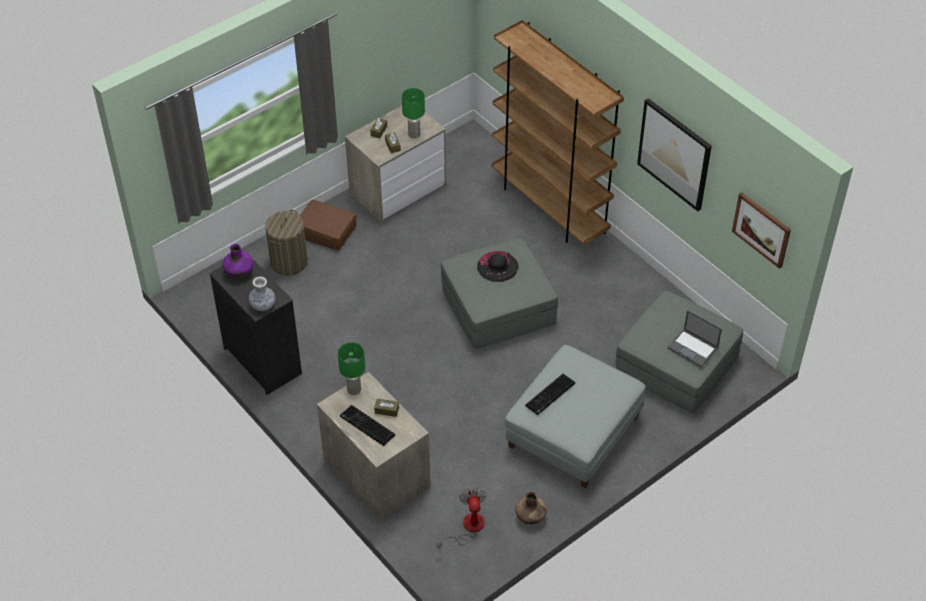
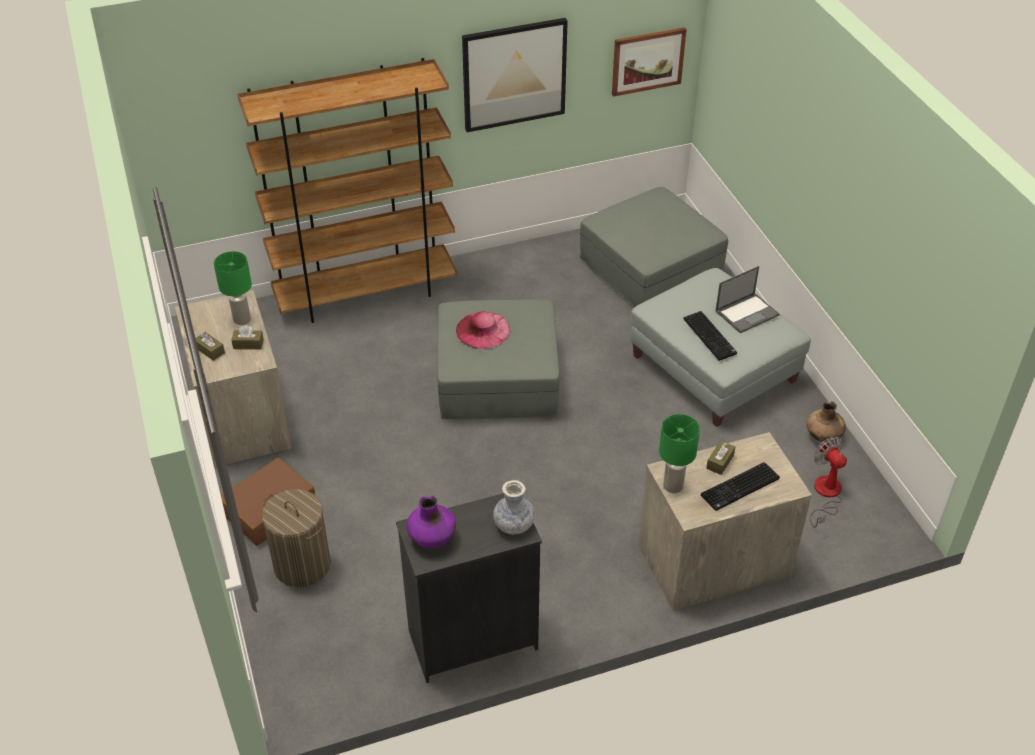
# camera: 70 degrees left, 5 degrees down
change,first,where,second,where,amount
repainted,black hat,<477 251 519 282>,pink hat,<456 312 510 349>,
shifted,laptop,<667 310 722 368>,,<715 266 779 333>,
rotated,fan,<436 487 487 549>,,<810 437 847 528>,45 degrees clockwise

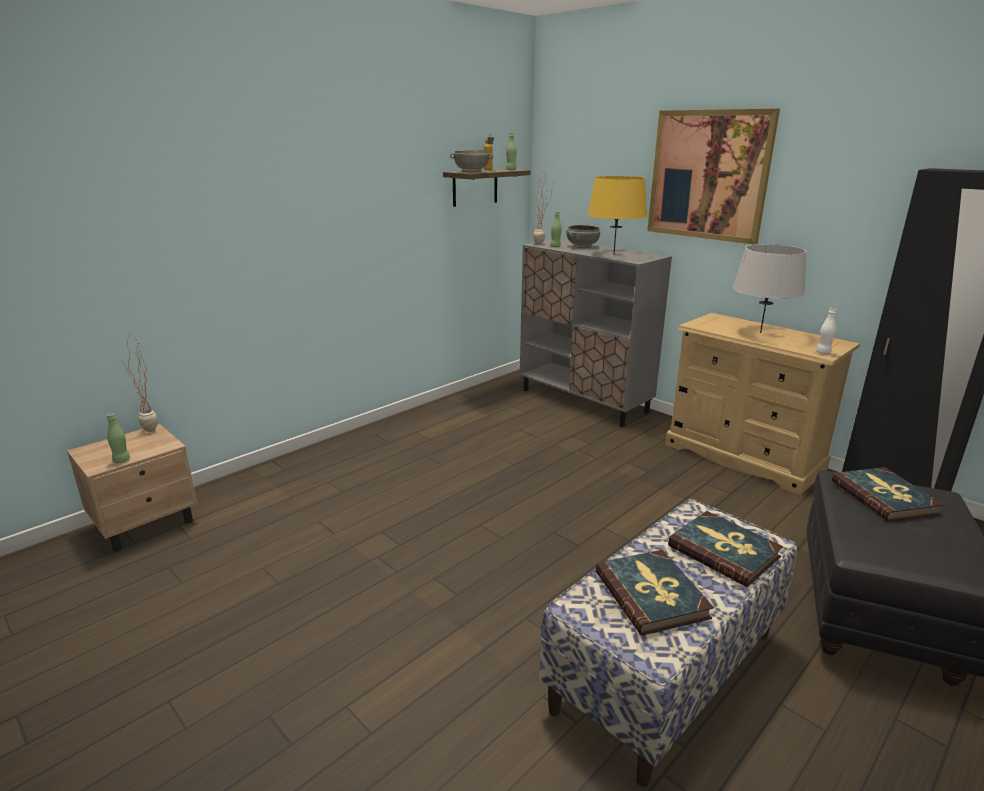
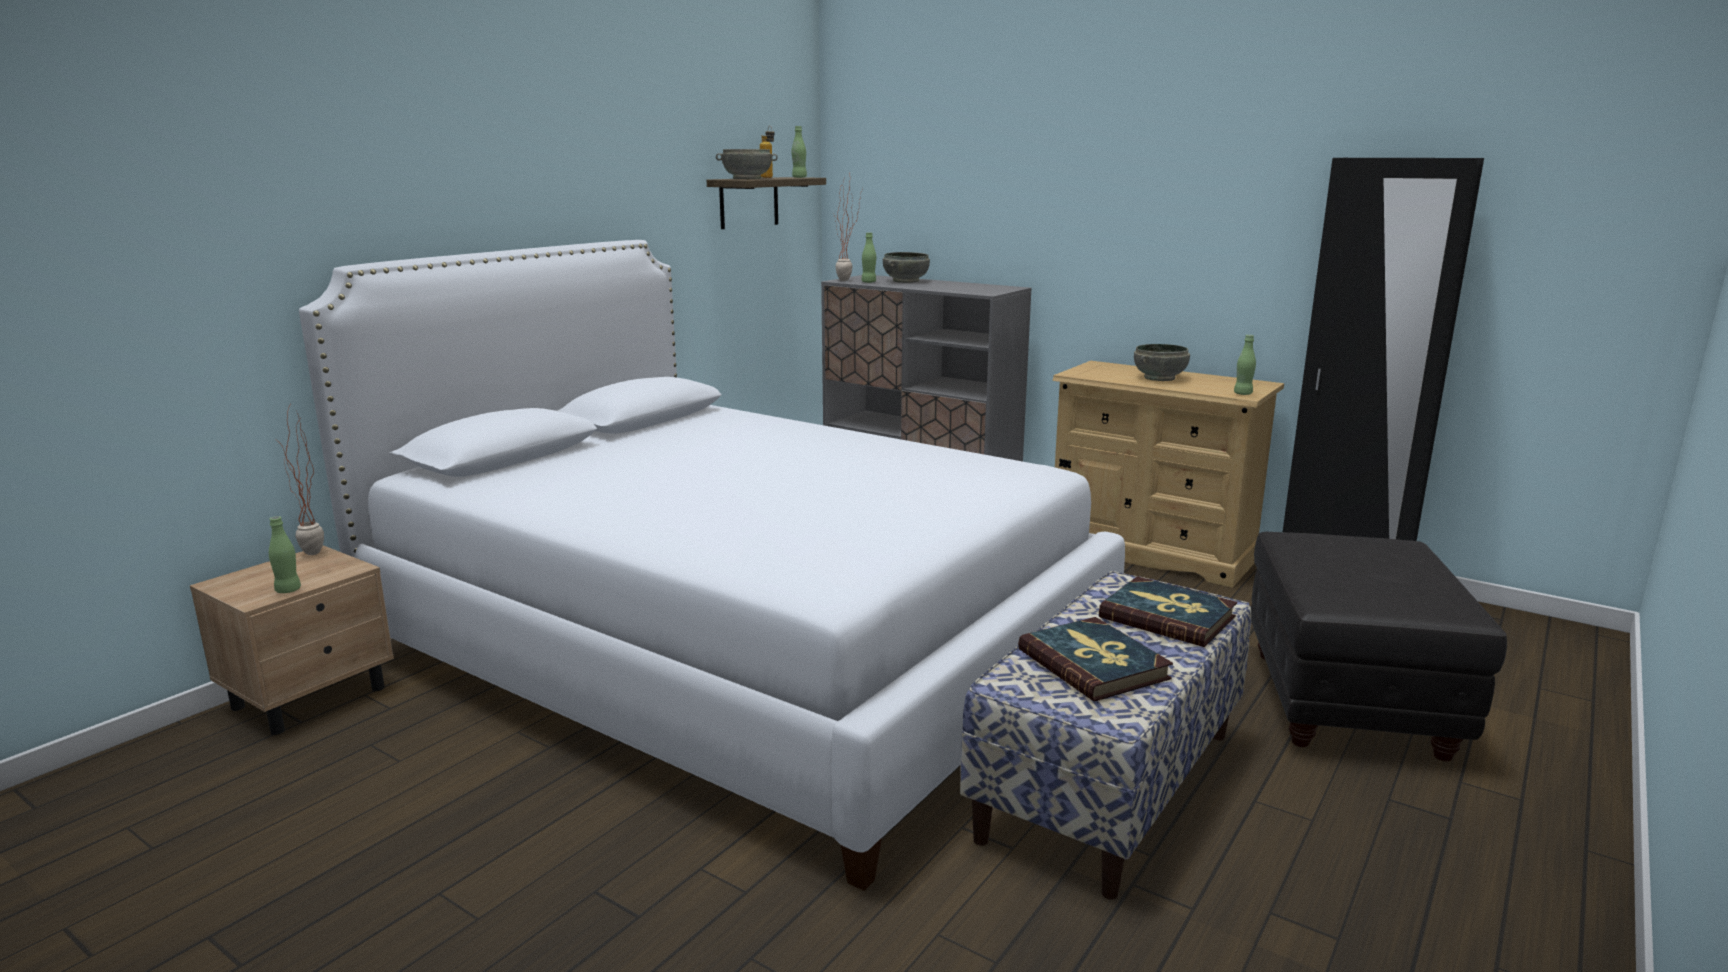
# camera: 10 degrees left, 5 degrees down
change,first,where,second,where,amount
gone,picture,<647 109 780 245>,,,
gone,yellow table lamp,<587 176 647 255>,,,
swapped,grey table lamp,<733 244 807 333>,grey bowl,<1134 344 1190 381>,
repainted,white bottle,<816 308 836 354>,green bottle,<1234 335 1256 395>,
gone,book,<832 467 944 522>,,,
new,,,white bed,<299 240 1125 891>,

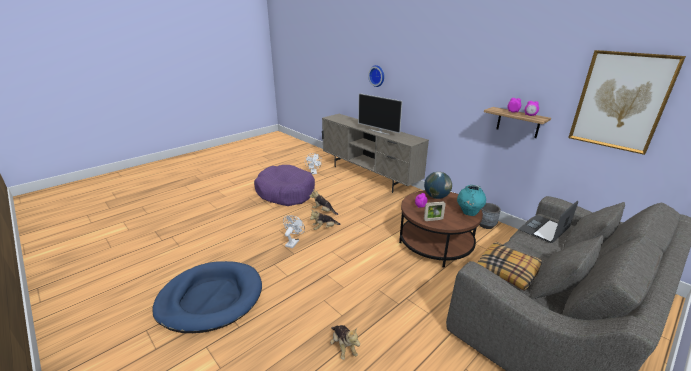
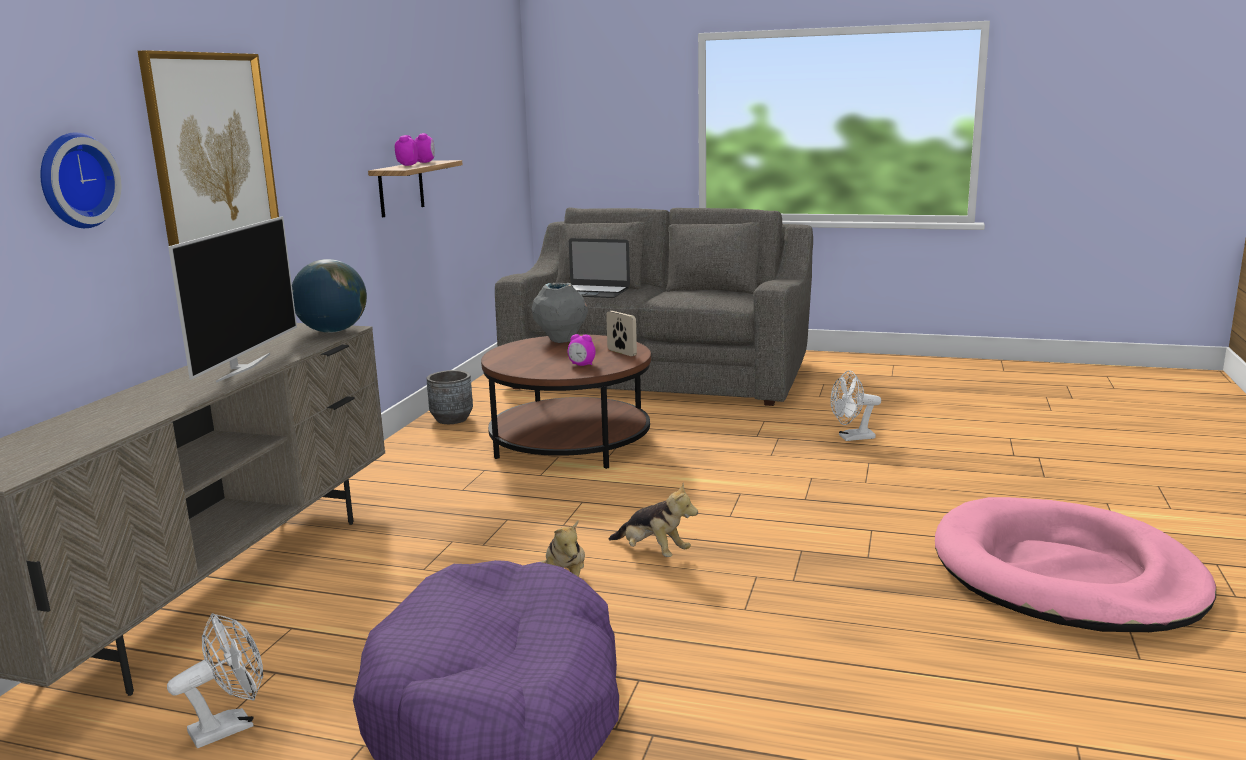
# camera: 120 degrees left, 10 degrees down
change,first,where,second,where,amount
shifted,picture,<568 50 686 155>,,<138 50 279 246>,
shifted,globe,<424 172 452 199>,,<292 259 367 333>,
repainted,turquoise vase,<457 185 486 216>,grey vase,<532 283 588 343>,
shifted,white fan,<283 215 305 248>,,<831 371 881 441>,
gone,pillow,<477 242 542 291>,,,
repainted,blue dog bed,<152 261 262 333>,pink dog bed,<935 497 1216 632>,
gone,plush toy,<330 325 360 360>,,,

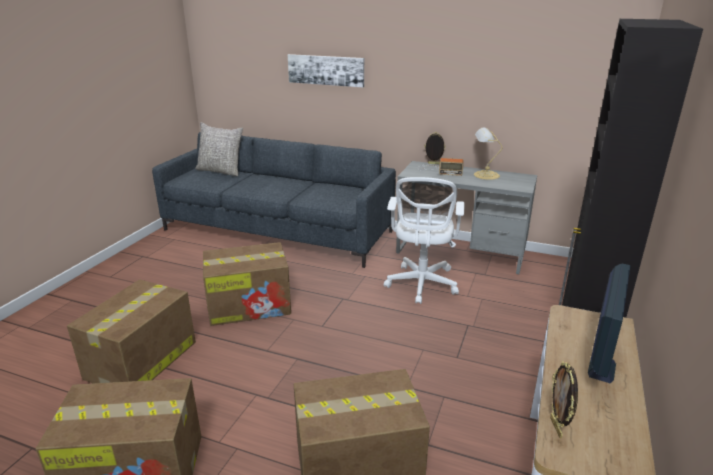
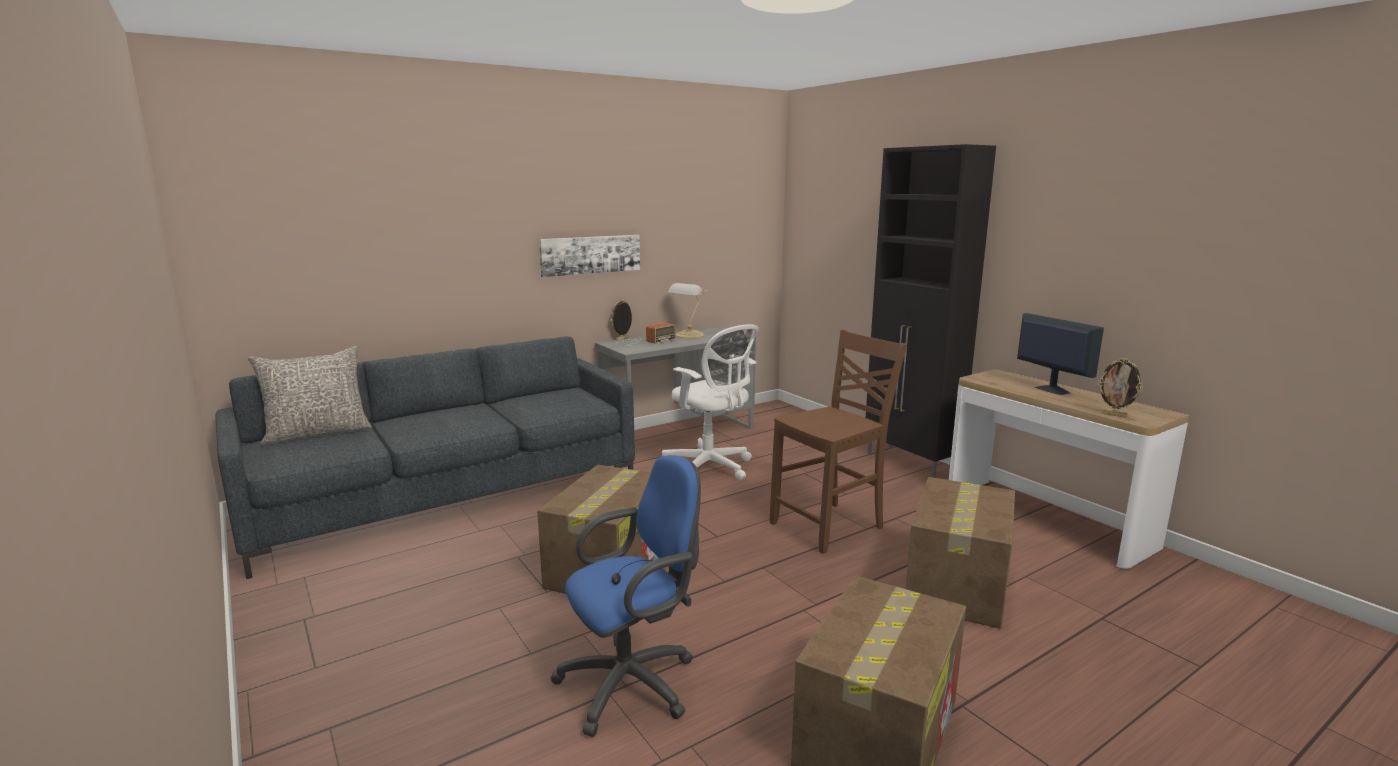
# camera: 55 degrees left, 10 degrees down
change,first,where,second,where,amount
shifted,picture,<288 54 364 87>,,<539 235 640 277>,
swapped,cardboard box,<67 280 196 384>,blue office chair,<550 455 701 737>,
new,,,brown chair,<770 330 907 554>,

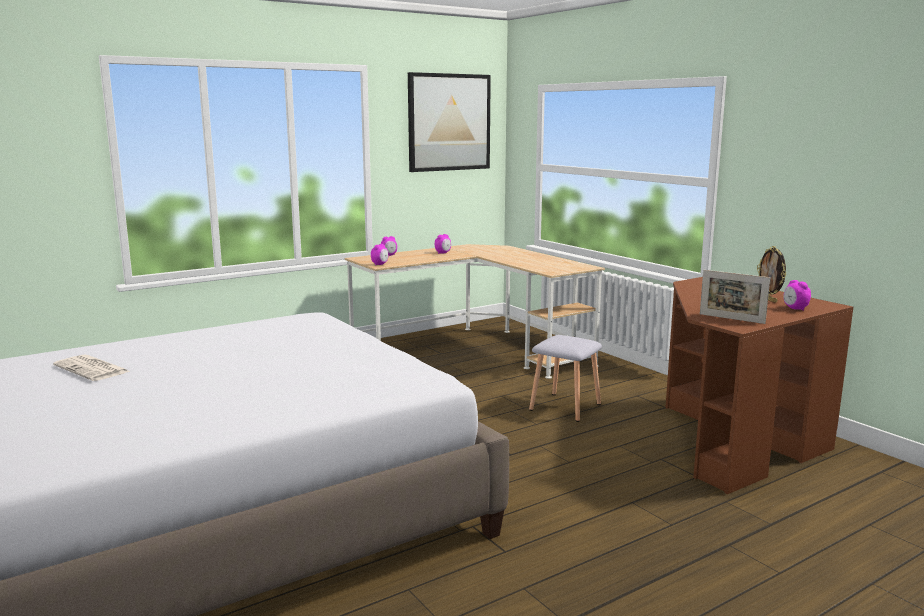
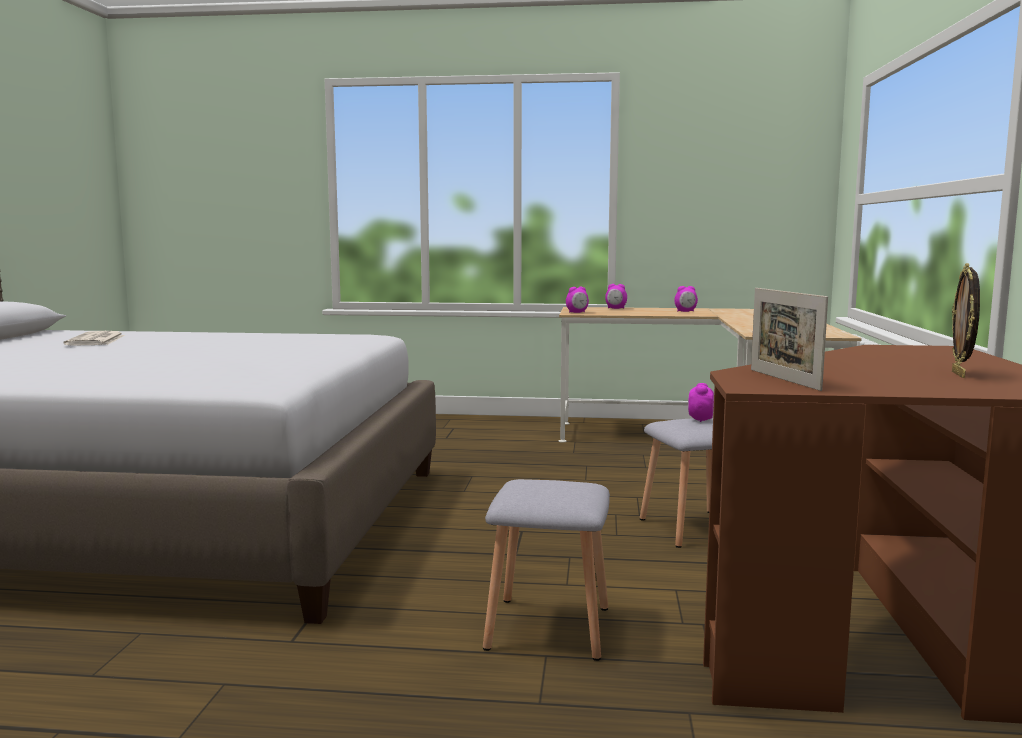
# camera: 40 degrees right, 5 degrees down
change,first,where,second,where,amount
gone,picture,<408 72 491 172>,,,
shifted,alarm clock,<783 280 811 311>,,<688 383 714 422>,
new,,,grey stool,<483 479 610 661>,

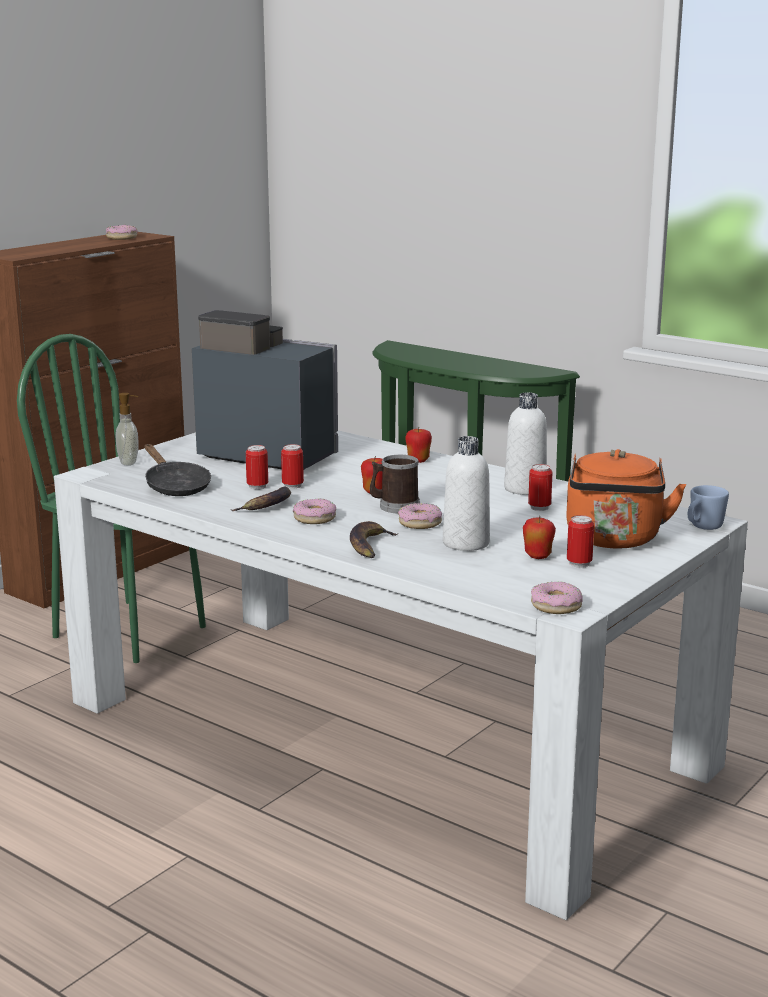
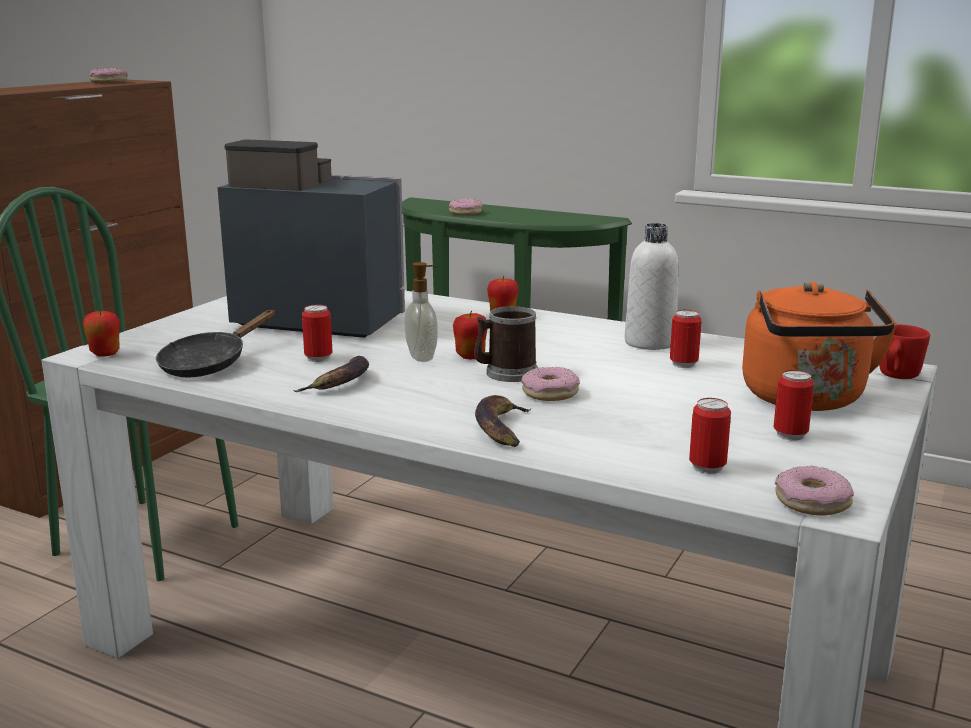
# camera: 10 degrees left, 0 degrees up
change,first,where,second,where,amount
shifted,soap dispenser,<115 393 139 466>,,<405 262 438 362>,
gone,white bottle,<443 436 490 551>,,,
rotated,black frying pan,<145 444 211 496>,,<156 310 275 378>,75 degrees clockwise
shifted,can,<281 444 304 489>,,<689 398 731 474>,
repainted,blue mug,<688 485 729 530>,red mug,<879 324 930 379>,
shifted,donut,<293 498 336 524>,,<449 199 482 215>,
shifted,apple,<523 516 556 559>,,<83 308 120 357>,

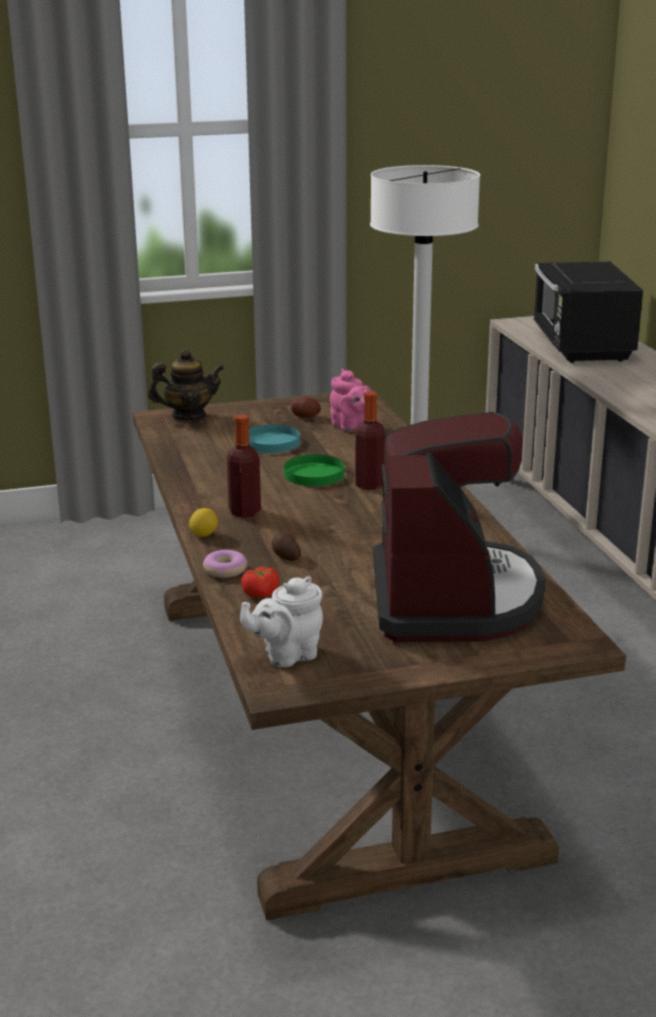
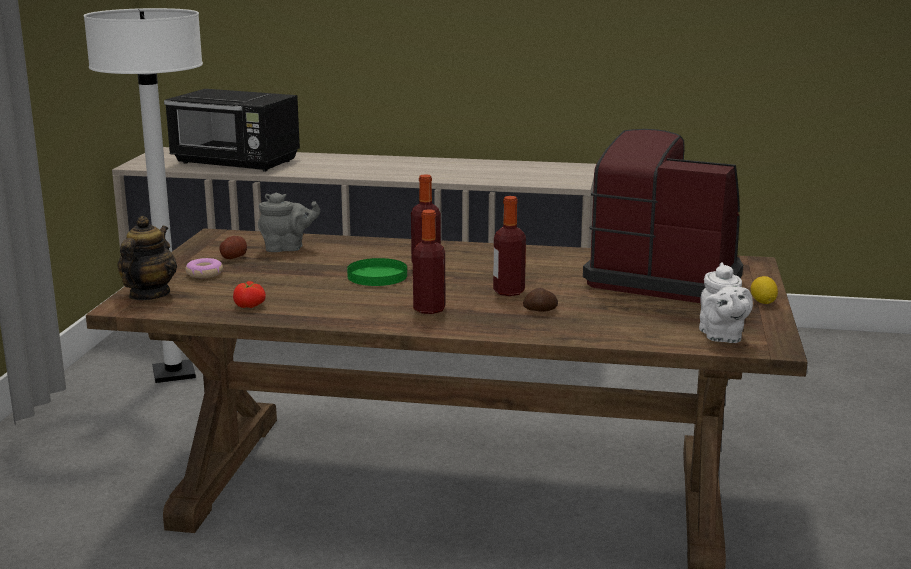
# camera: 65 degrees left, 5 degrees down
change,first,where,second,where,amount
repainted,pink teapot,<330 369 371 432>,grey teapot,<258 192 320 252>,
gone,turquoise plate,<249 424 300 453>,,,
shifted,lemon,<189 508 218 537>,,<750 276 778 304>,
shifted,donut,<203 550 247 578>,,<186 258 223 278>,
shifted,tomato,<241 567 279 598>,,<233 281 266 308>,
new,,,bottle,<493 196 526 296>,

